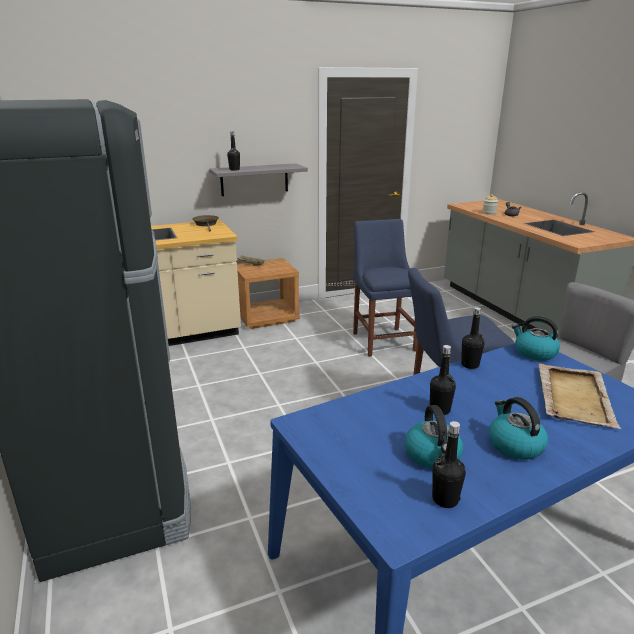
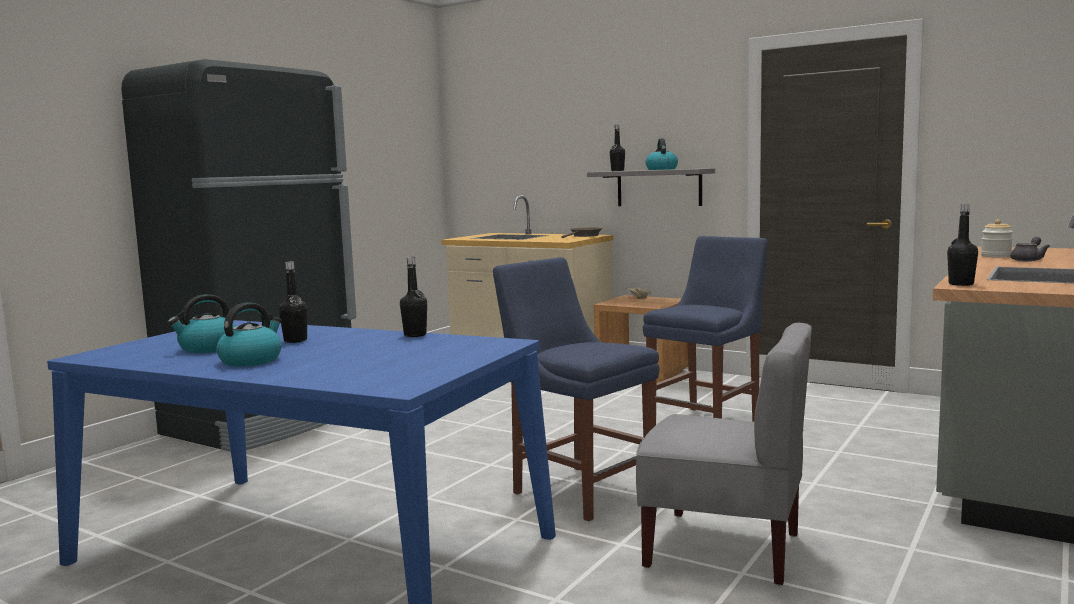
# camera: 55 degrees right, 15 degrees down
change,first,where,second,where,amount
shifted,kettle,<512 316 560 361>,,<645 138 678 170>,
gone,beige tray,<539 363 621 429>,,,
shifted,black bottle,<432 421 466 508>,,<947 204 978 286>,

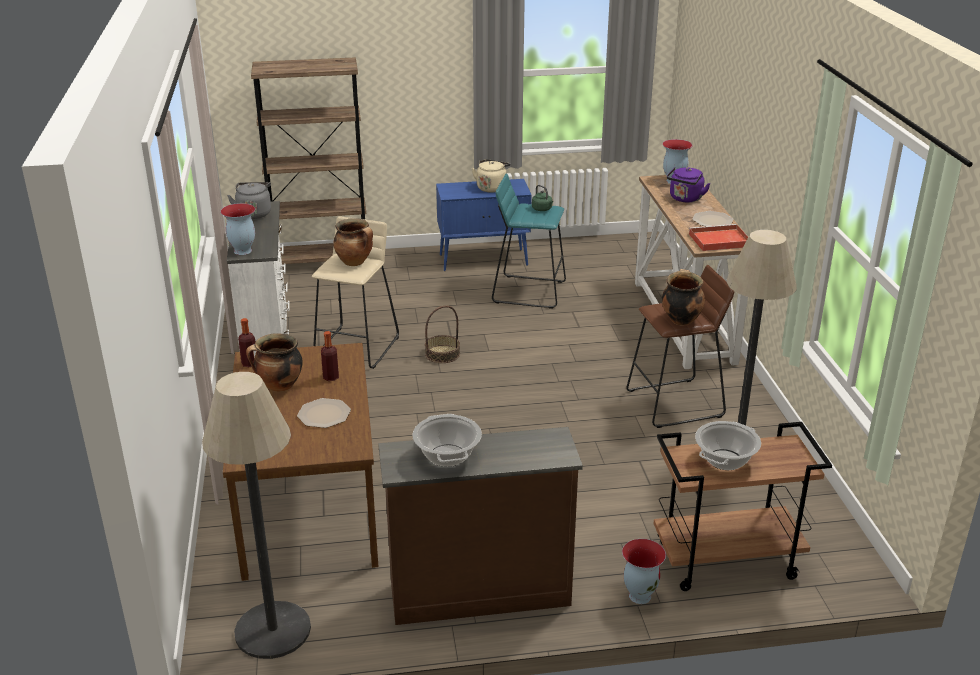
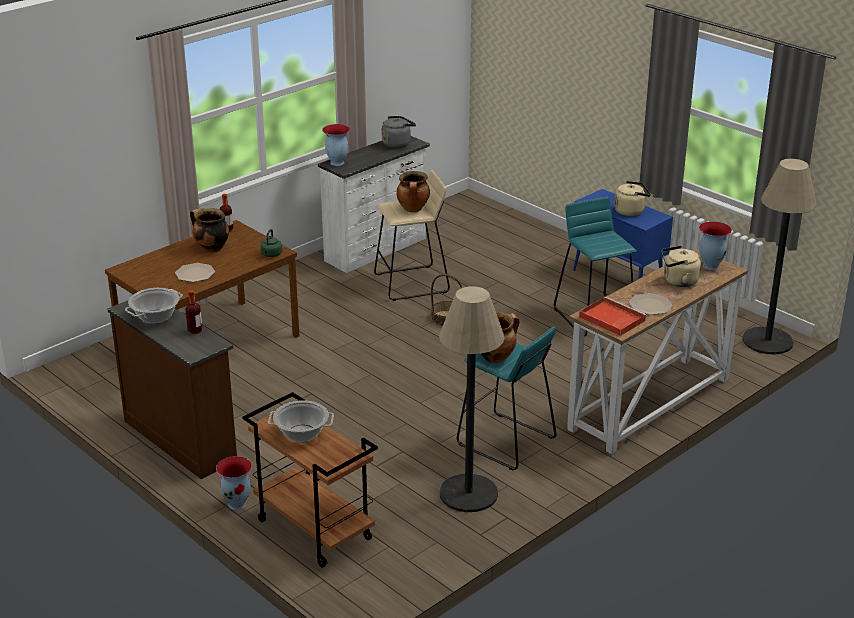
# camera: 55 degrees right, 0 degrees up
change,first,where,second,where,amount
gone,brown bookcase,<251 57 366 264>,,,
repainted,purple kettle,<667 167 710 202>,beige kettle,<661 245 701 287>,
shifted,green kettle,<532 185 553 211>,,<260 229 282 257>,
repainted,brown stool,<626 265 734 428>,turquoise stool,<457 327 557 471>,
shifted,bottle,<321 331 339 381>,,<186 290 202 334>,
shifted,floor lamp,<202 372 311 659>,,<743 159 817 355>,

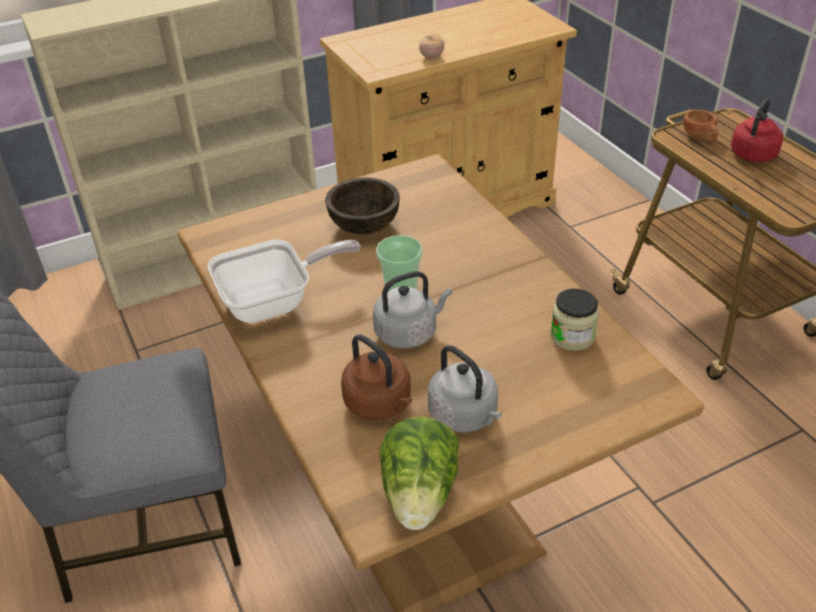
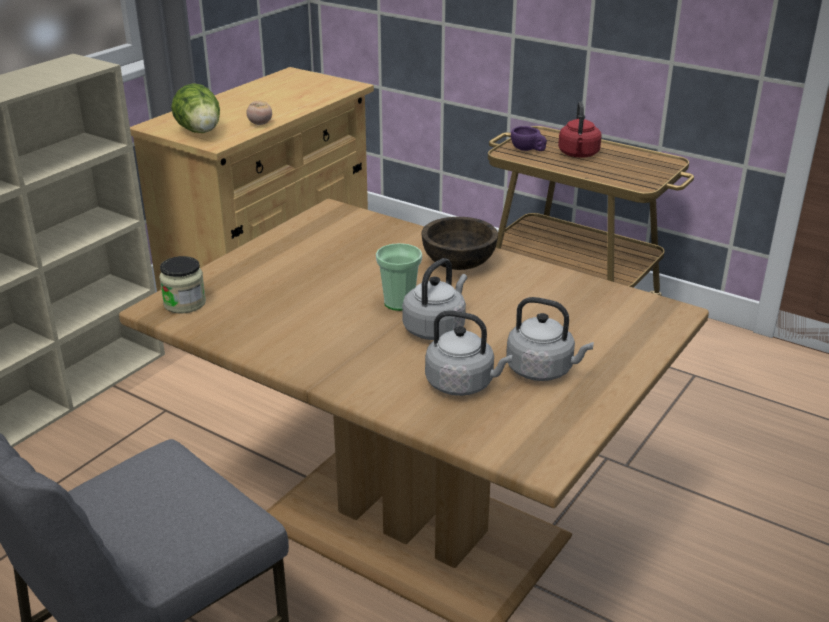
# camera: 30 degrees left, 10 degrees down
change,first,where,second,where,amount
repainted,brown cup,<683 110 719 143>,purple cup,<511 126 547 151>,
shifted,brown bowl,<325 178 400 234>,,<422 217 498 270>,
gone,frying pan,<208 240 361 323>,,,
shifted,jar,<551 289 599 351>,,<159 256 206 313>,
repainted,brown kettle,<341 334 412 420>,grey kettle,<425 310 512 396>,
shifted,lettuce,<380 417 459 530>,,<171 83 220 133>,

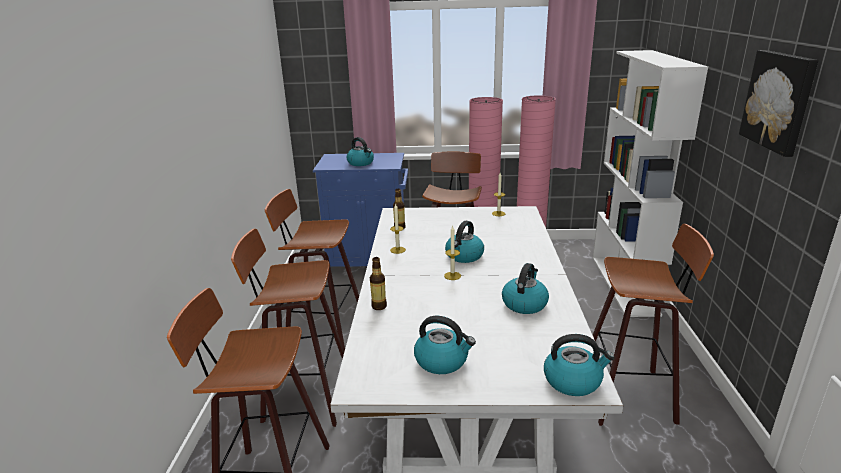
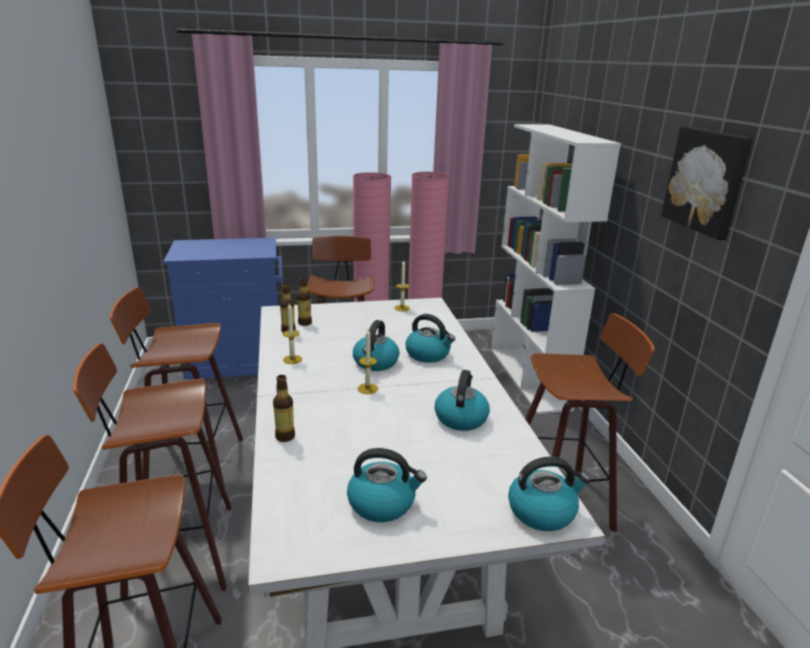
# camera: 15 degrees left, 0 degrees up
change,first,where,second,where,amount
shifted,kettle,<347 137 374 166>,,<405 314 455 363>,
new,,,bottle,<297 277 312 326>,

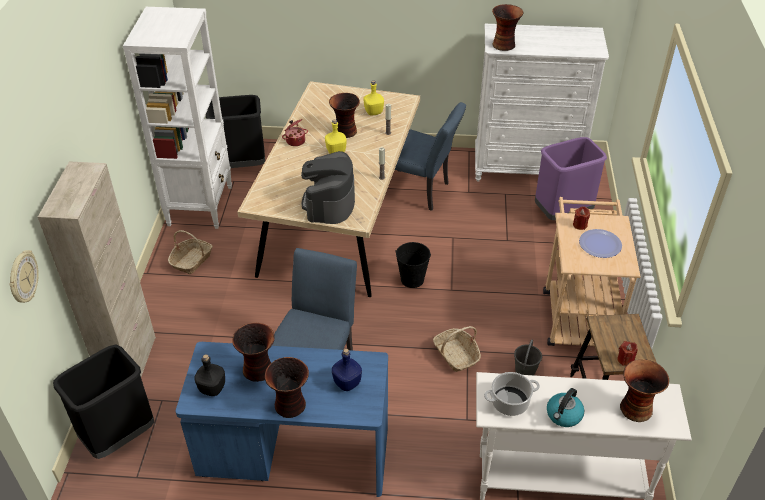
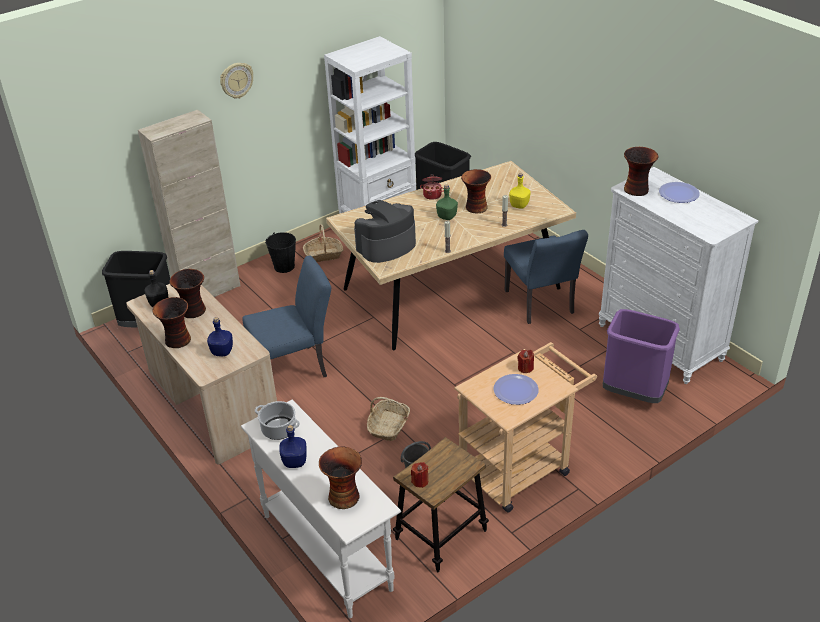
# camera: 50 degrees right, 5 degrees down
change,first,where,second,where,amount
repainted,yellow bottle,<325 119 347 154>,green bottle,<436 185 458 220>,
shifted,black bucket,<396 242 431 288>,,<265 232 296 273>,
shifted,wall clock,<9 250 39 303>,,<220 63 253 98>,
repainted,blue desk,<176 342 388 497>,beige desk,<126 284 277 464>,
swapped,kettle,<547 388 584 427>,blue bottle,<279 425 306 468>,
new,,,plate,<659 182 700 203>,

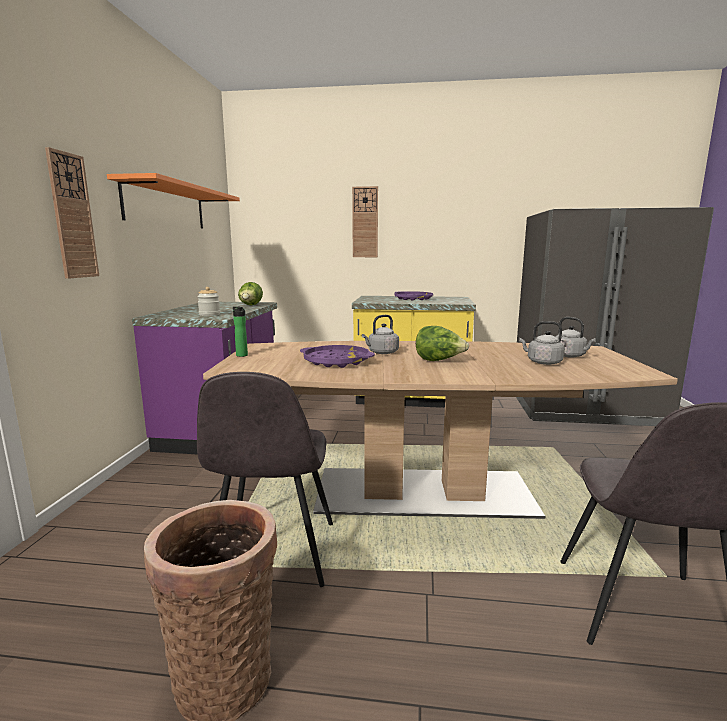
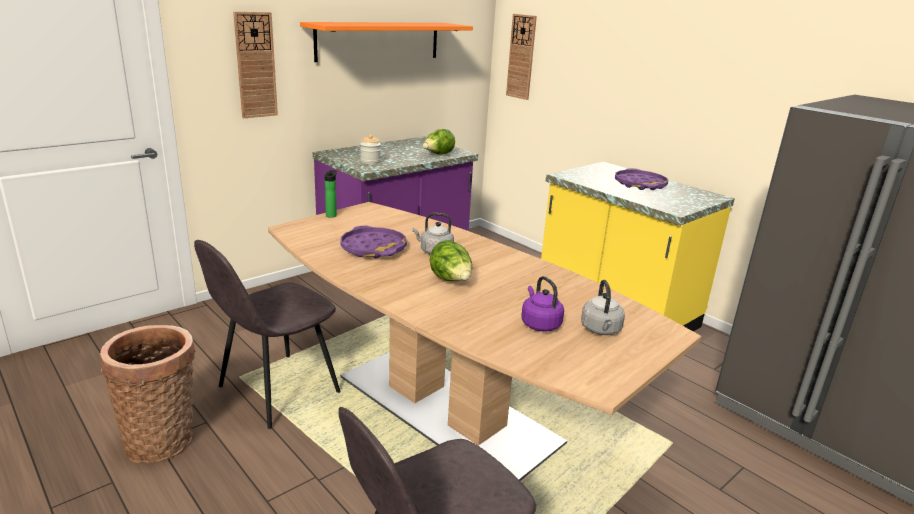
# camera: 40 degrees right, 10 degrees up
change,first,where,second,where,amount
shifted,wall clock,<352 186 378 257>,,<506 14 537 100>,
repainted,grey kettle,<519 321 565 365>,purple kettle,<521 276 564 332>,

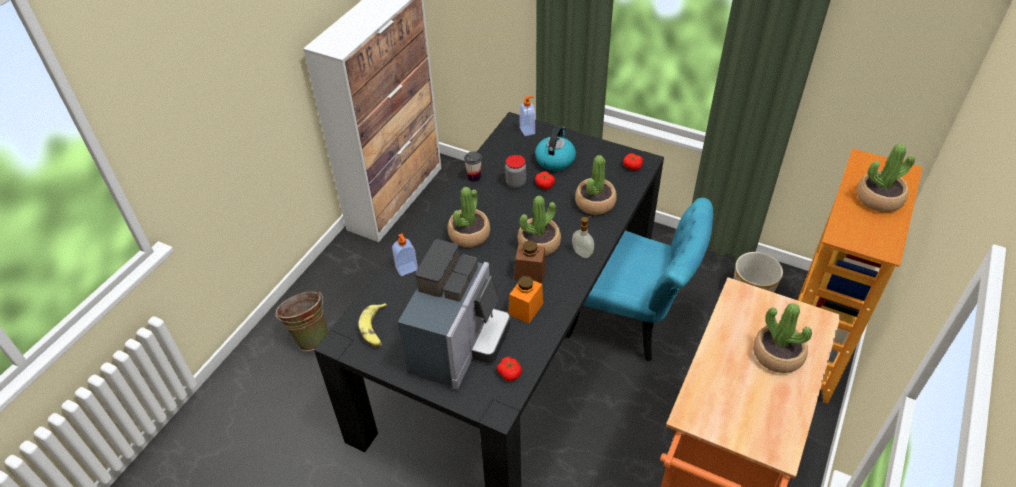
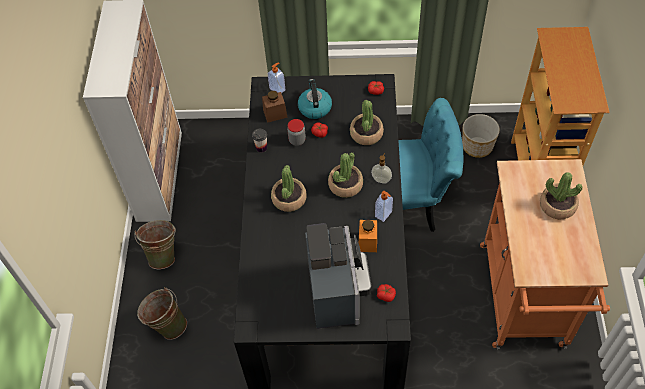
# camera: 25 degrees left, 10 degrees up
change,first,where,second,where,amount
gone,potted plant,<857 143 915 212>,,,
shifted,soap dispenser,<392 233 418 276>,,<375 191 393 222>,
shifted,brown jar,<514 240 546 283>,,<262 91 288 123>,
gone,banana,<358 303 387 347>,,,
new,,,green bucket,<135 220 176 269>,

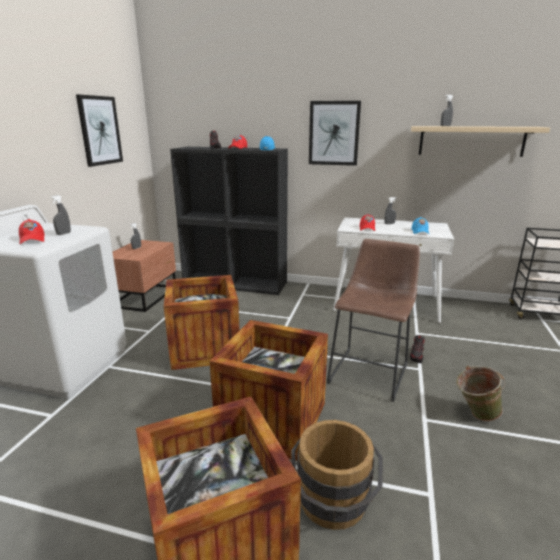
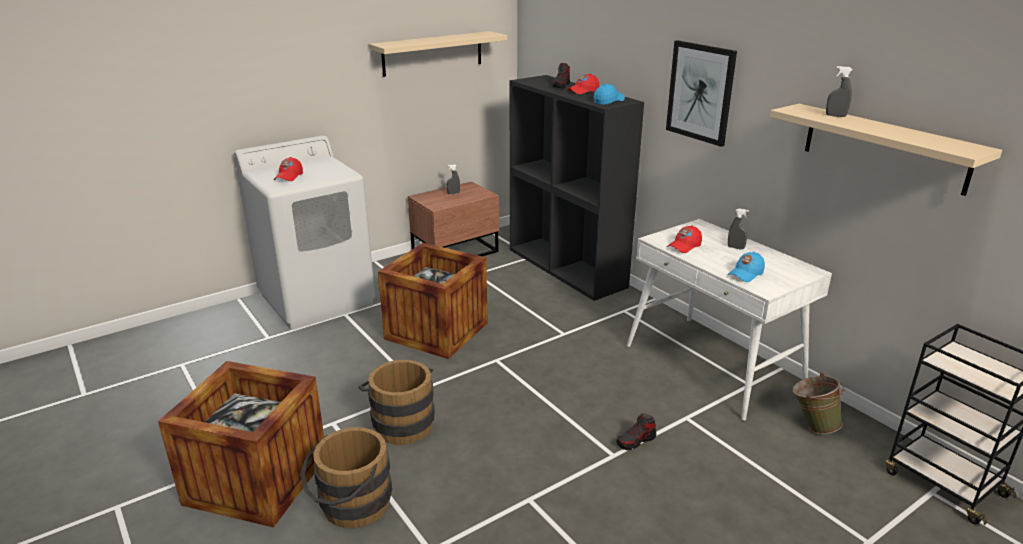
# camera: 40 degrees right, 5 degrees up
change,first,where,second,where,amount
swapped,picture,<76 95 123 167>,beige shelf,<369 31 507 77>,
gone,grey spray bottle,<50 195 71 235>,,,
gone,brown stool,<327 239 420 402>,,,
swapped,crate,<210 320 328 461>,brown bucket,<359 360 435 445>,
shifted,green bucket,<456 366 505 421>,,<792 373 845 434>,

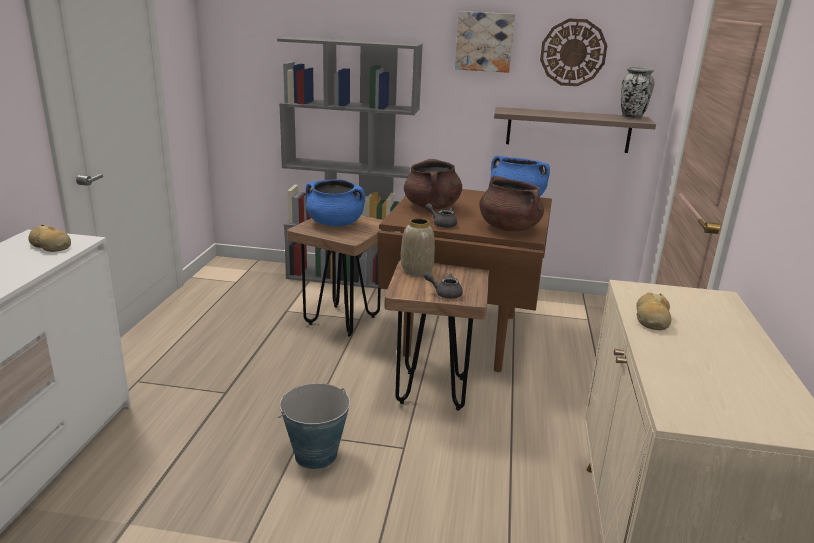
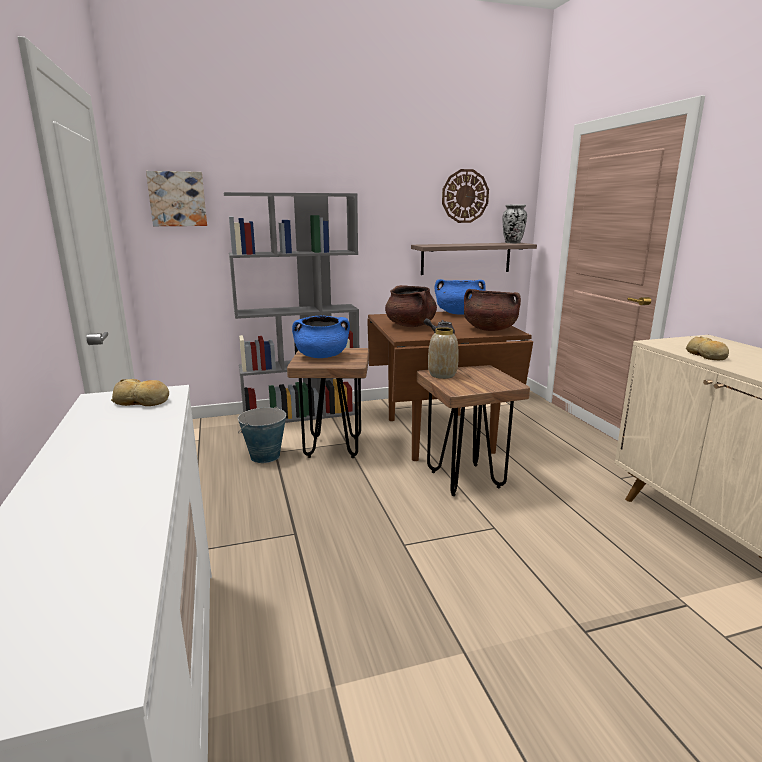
# camera: 25 degrees left, 5 degrees down
change,first,where,second,where,amount
shifted,picture,<455 11 515 73>,,<146 171 207 226>,
gone,grey teapot,<424 272 463 299>,,,
shifted,bucket,<278 383 350 469>,,<238 406 286 463>,

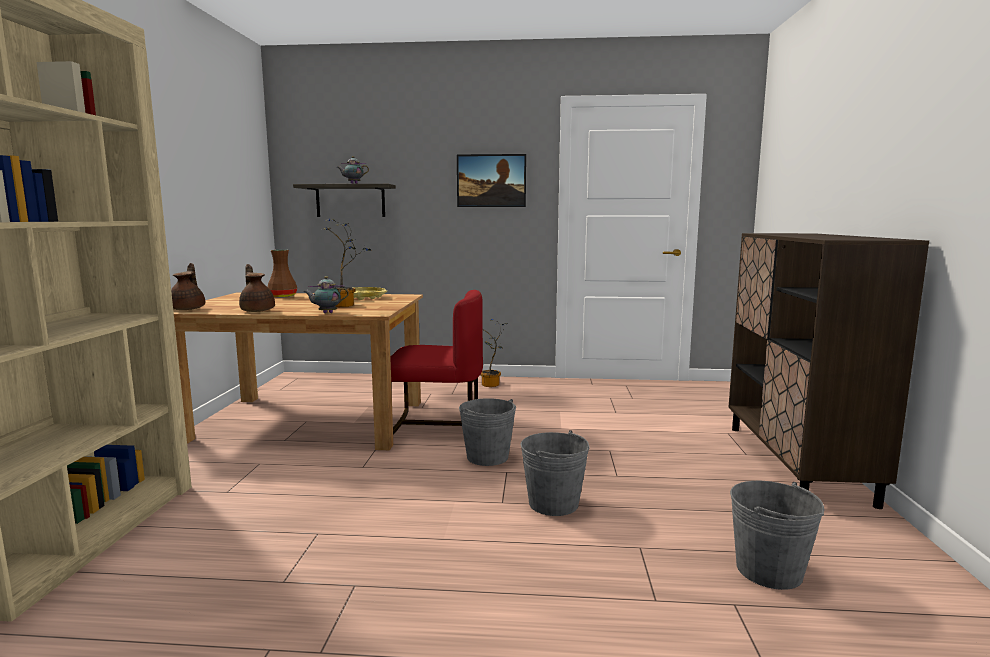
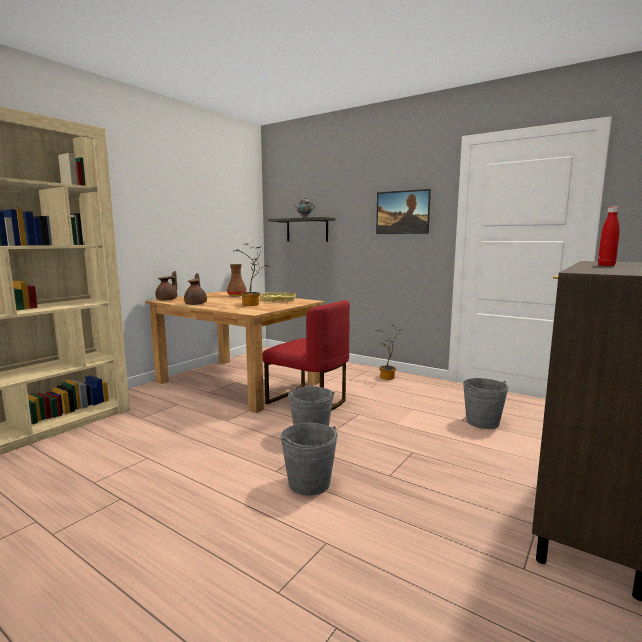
# camera: 30 degrees right, 0 degrees up
change,first,where,second,where,amount
gone,teapot,<303 276 349 313>,,,
shifted,grey bucket,<730 481 825 590>,,<463 378 509 429>,
new,,,red bottle,<598 207 620 266>,

